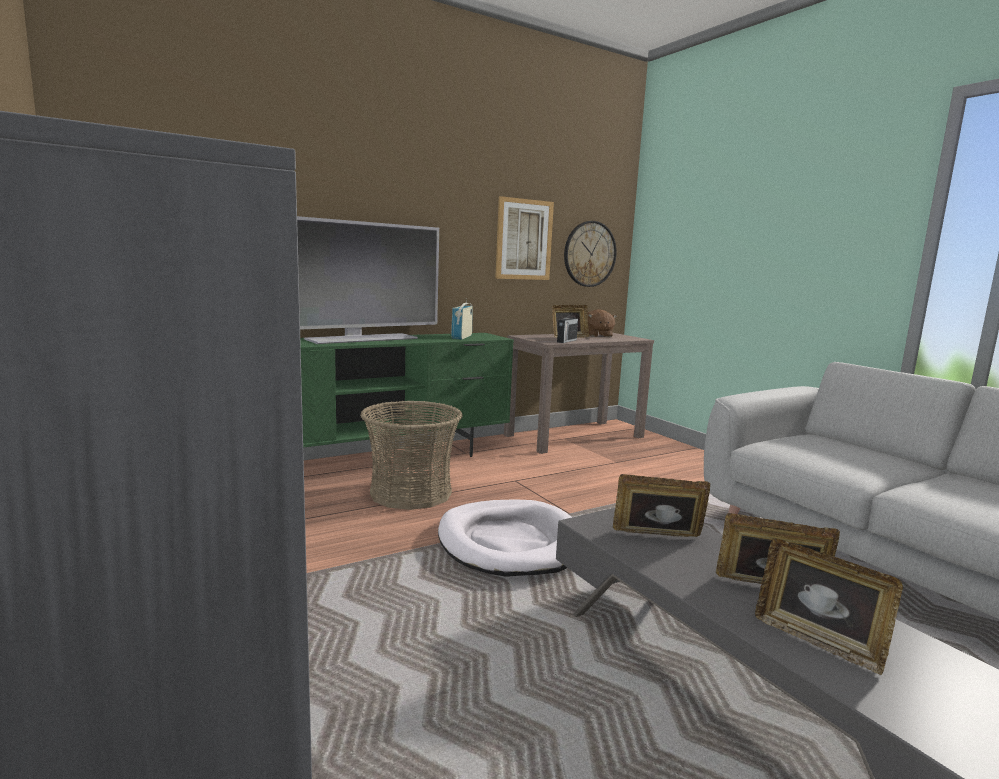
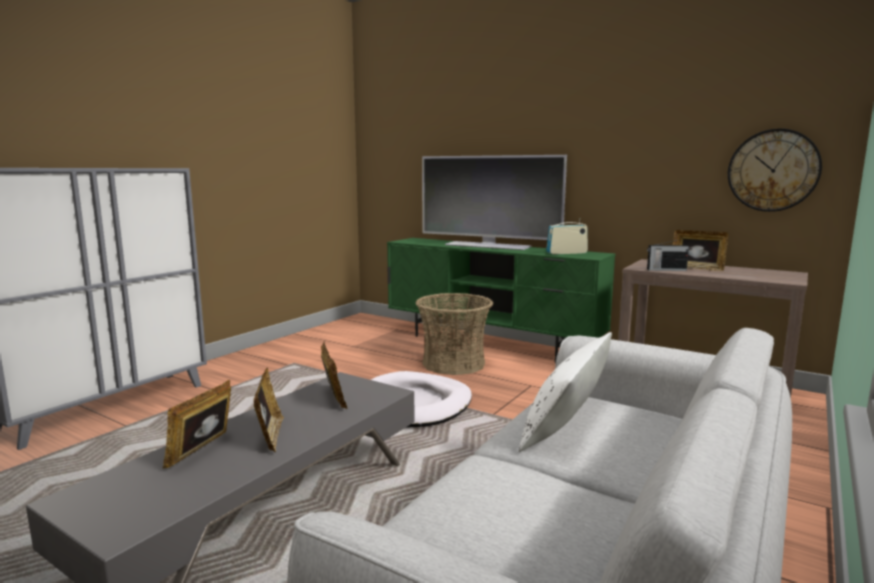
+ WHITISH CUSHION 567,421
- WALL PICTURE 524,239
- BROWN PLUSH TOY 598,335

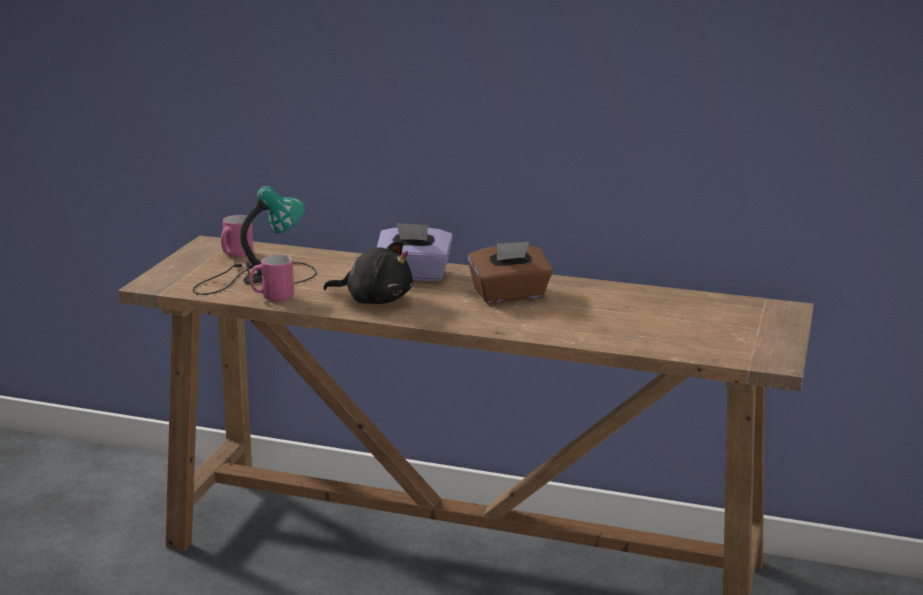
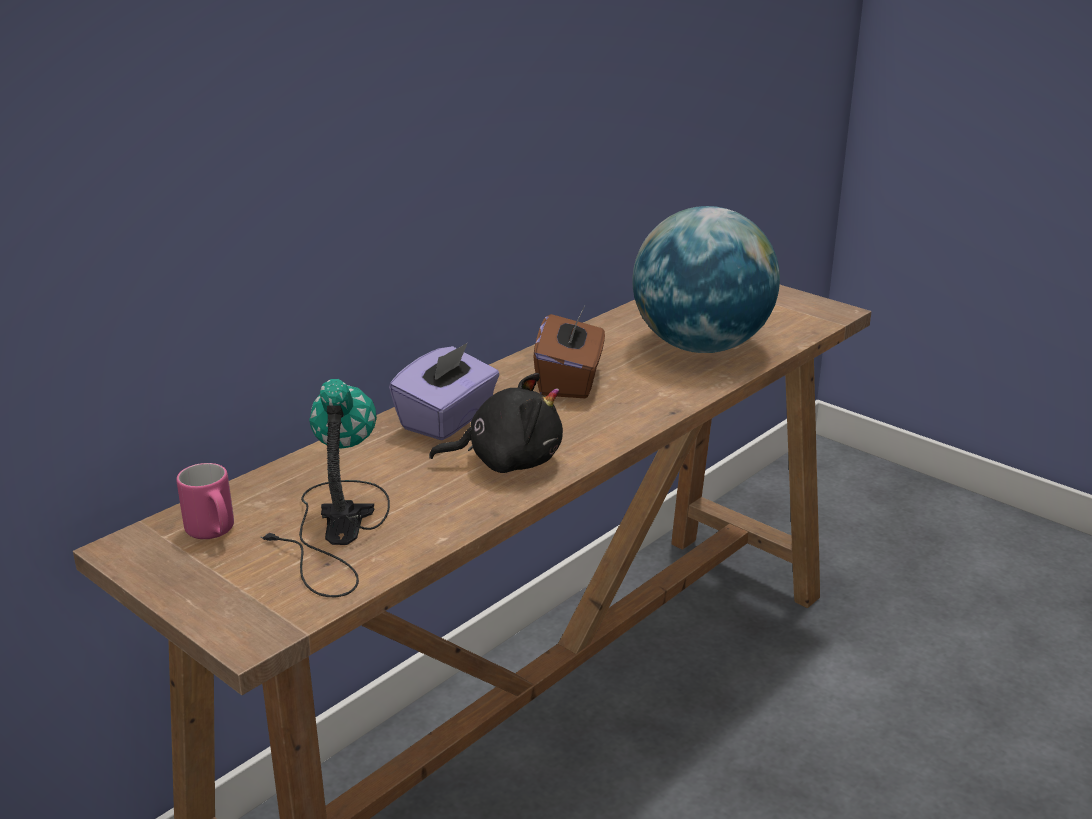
~ BLACKISH PLUSH TOY 375,300 = 507,461 45 degrees clockwise
+ GLOBE 701,346
- PINKISH MUG 272,297

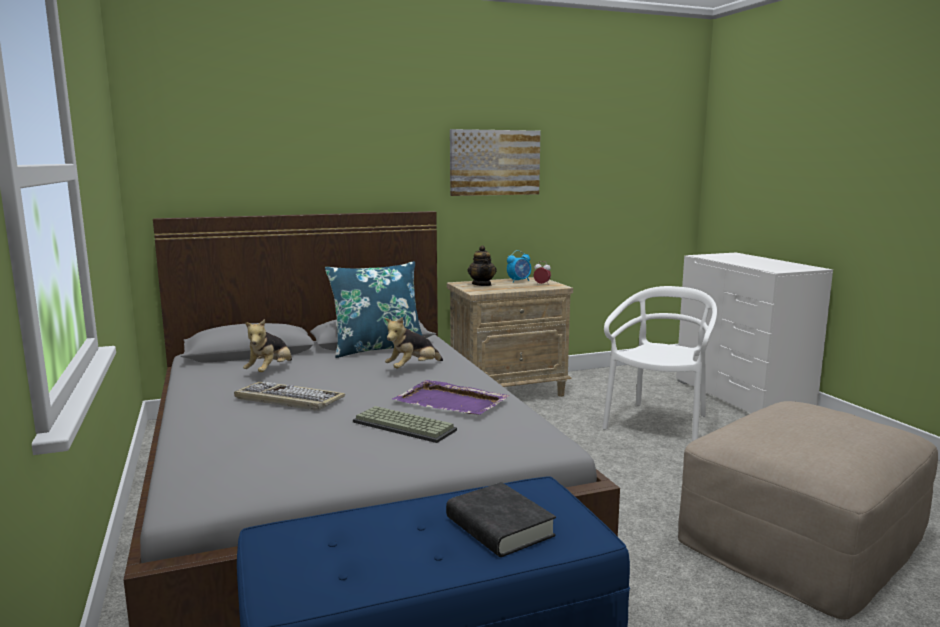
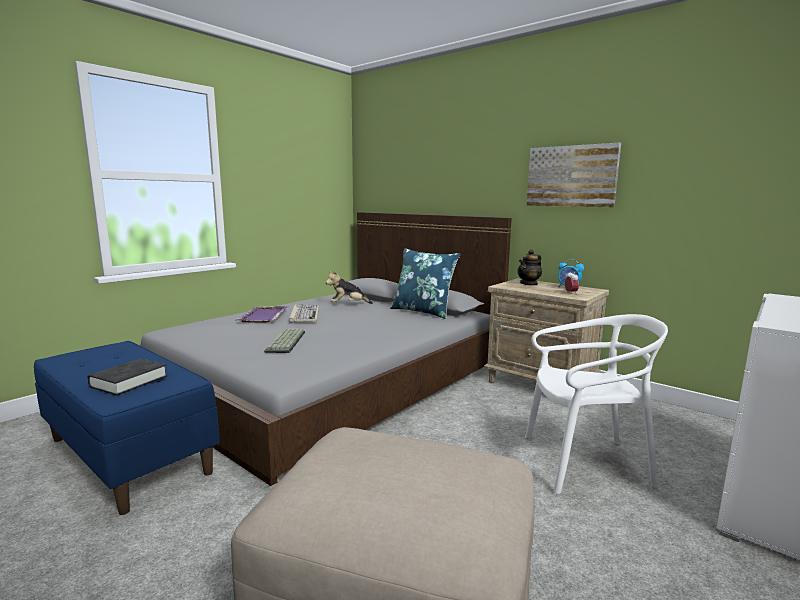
~ PURPLE SERVING TRAY 451,402 to 263,316
- PLUSH TOY 413,368

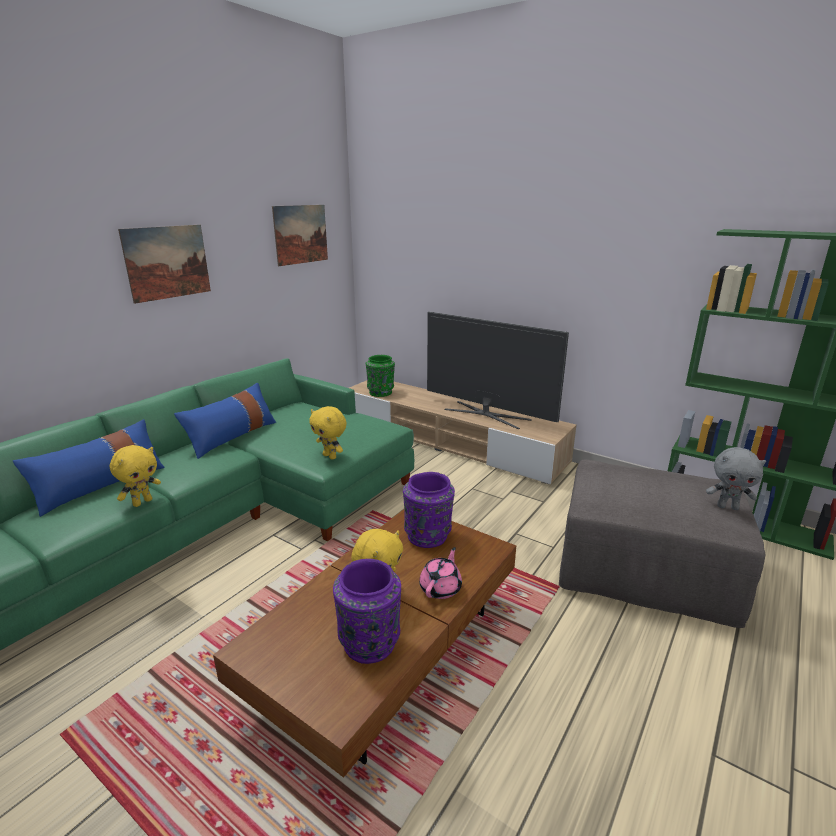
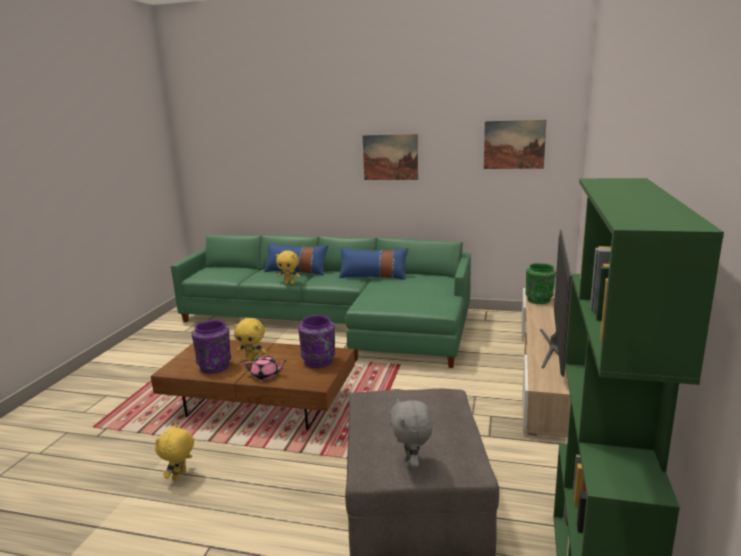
~ YELLOW PLUSH TOY 330,456 to 180,476

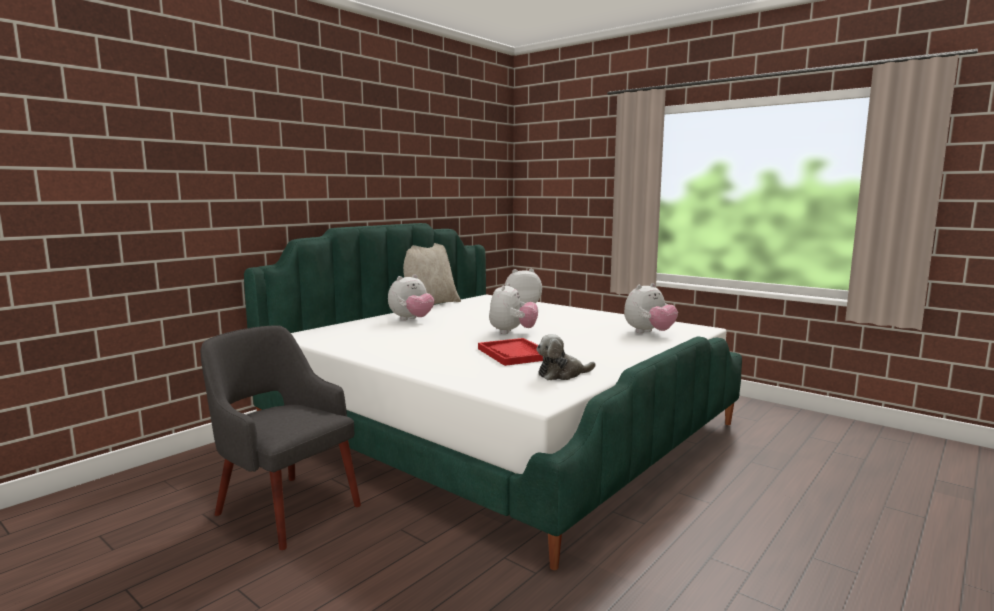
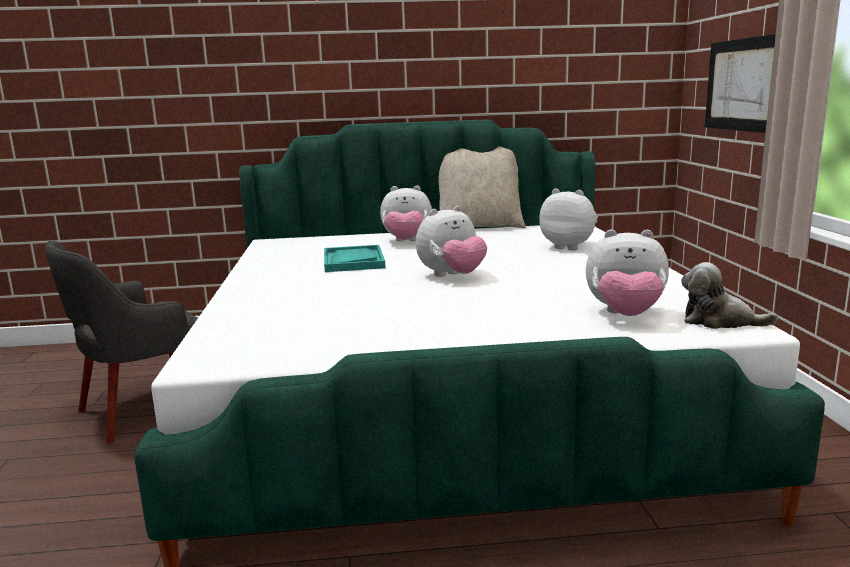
~ GRAY ARMCHAIR 286,509 = 145,409 120 degrees counterclockwise
+ TURQUOISE SERVING TRAY 353,261
~ PLUSH TOY 562,374 to 719,321
+ WALL PICTURE 742,85
- REDDISH SERVING TRAY 514,354

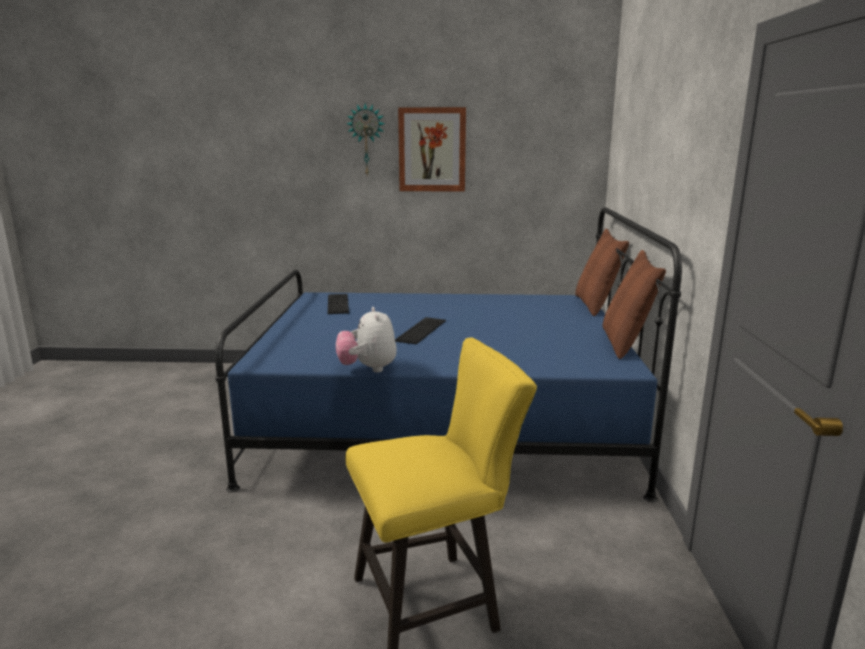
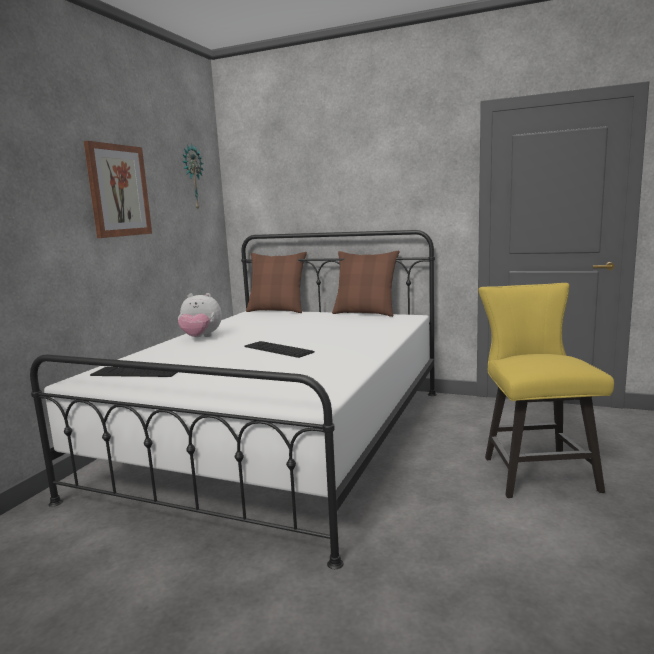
~ BLUE SLEEPING BED 442,422 to WHITISH SLEEPING BED 279,438
~ PLUSH TOY 368,369 to 201,337
~ CLOCK ON THE WALL 366,140 to 192,177

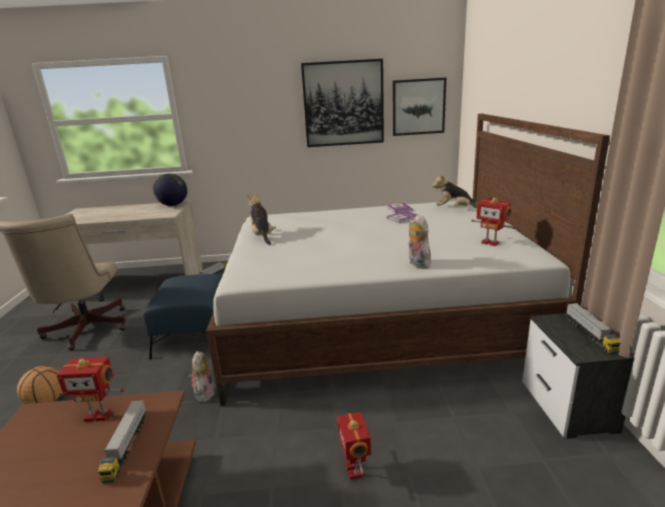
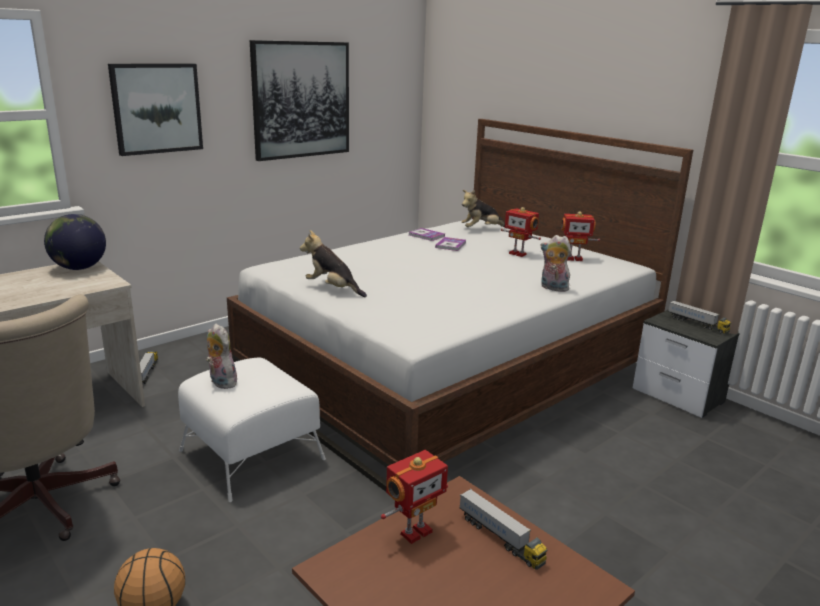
~ WALL PICTURE 418,107 to 156,108
~ BLUE FOOTREST 194,336 to WHITISH FOOTREST 252,455
~ PLUSH TOY 203,393 to 221,382
~ TOY ROBOT 355,470 to 518,254

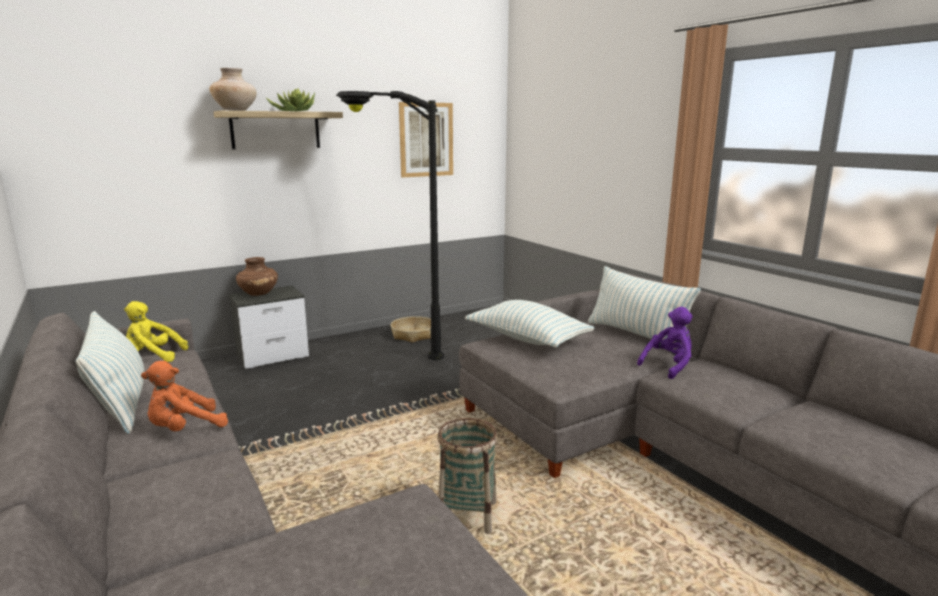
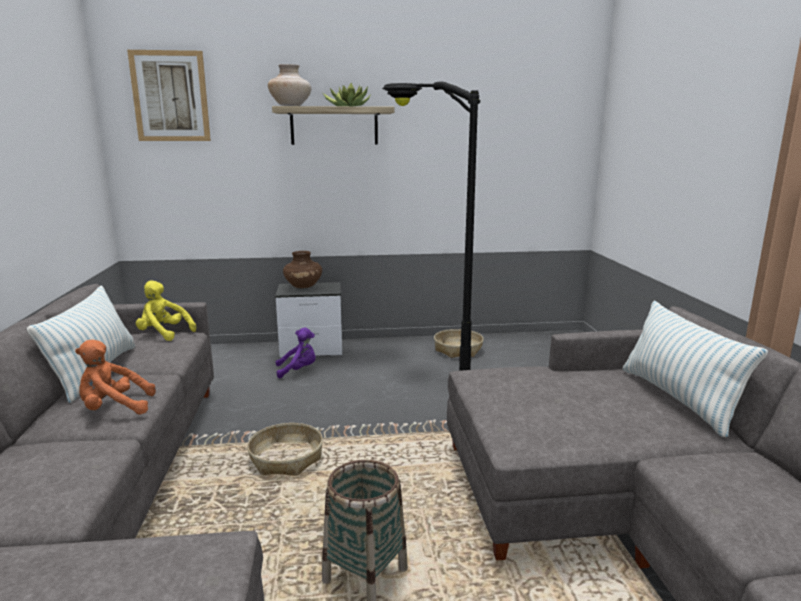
~ WALL PICTURE 426,139 to 170,96
+ BASKET 286,459
~ PURPLE PLUSH TOY 668,366 to 298,370
- CUSHION 527,339

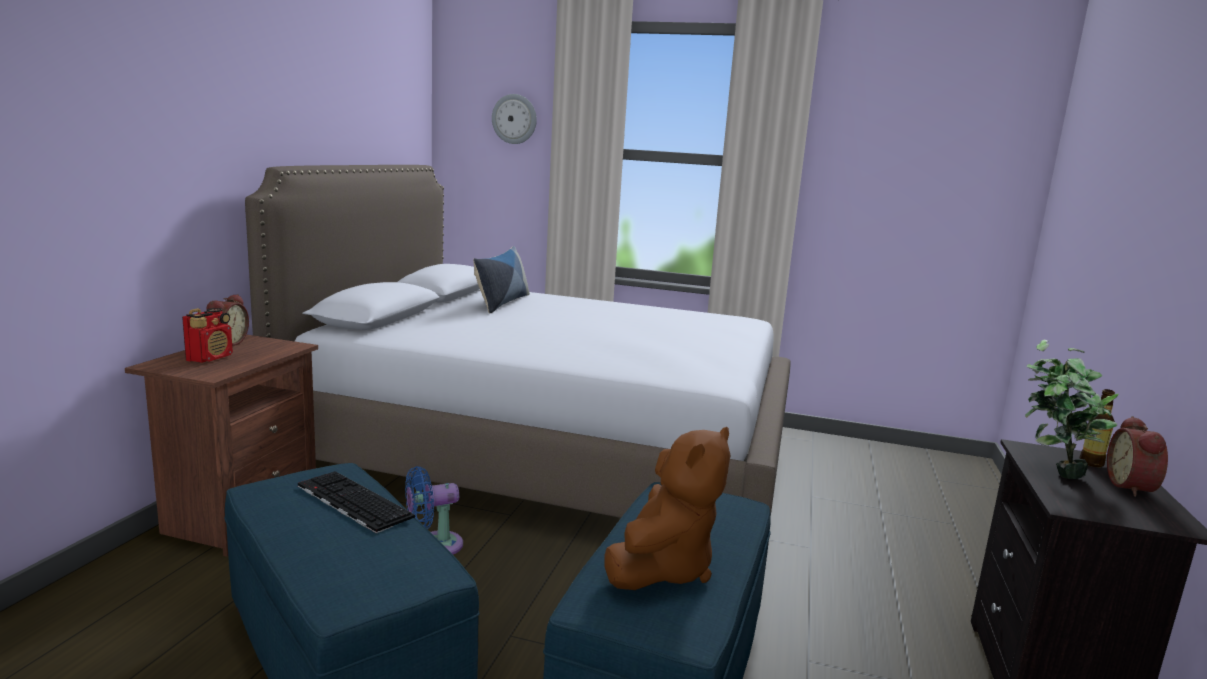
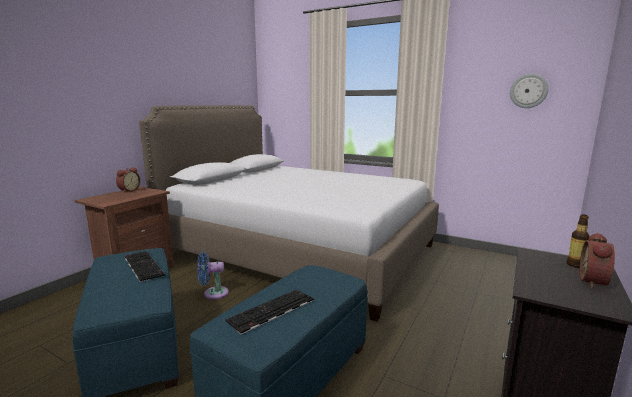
~ BROWN PLUSH TOY 663,568 to KEYBOARD 271,311
~ CLOCK ON THE WALL 514,119 to 528,91
- RADIO 210,358
- CUSHION 502,302
- POTTED PLANT 1050,473

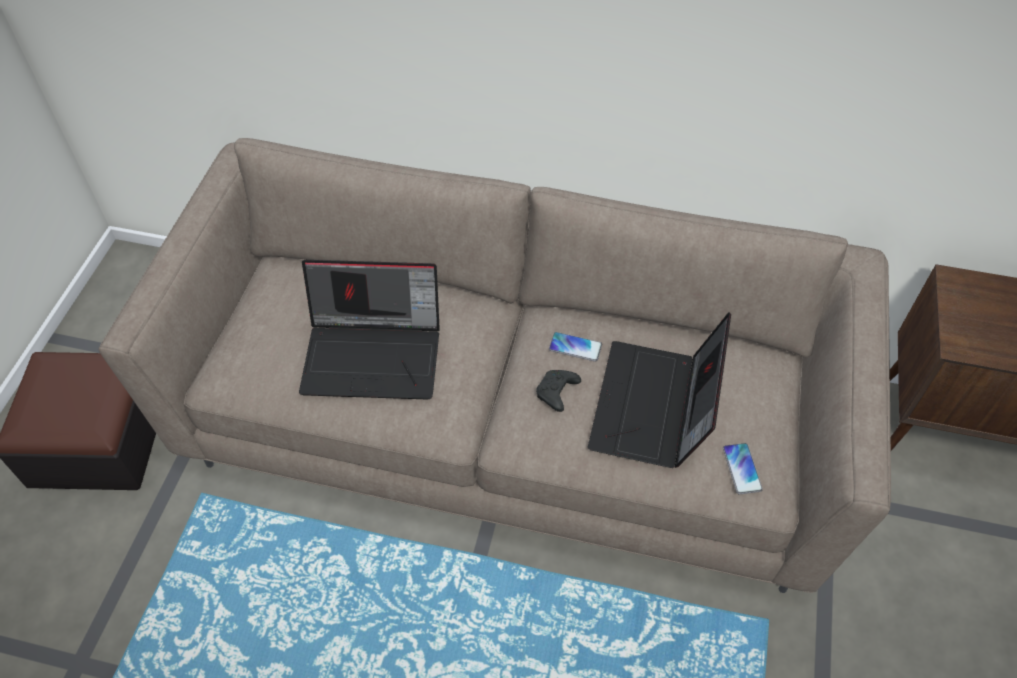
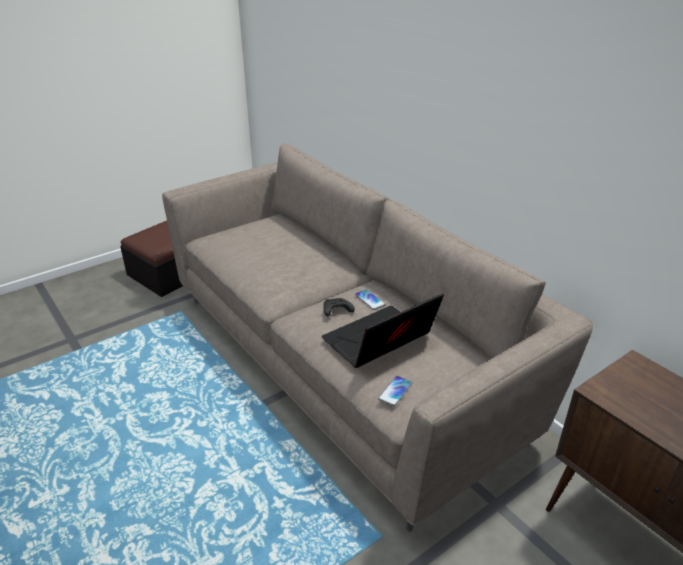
- PORTABLE COMPUTER 375,354

